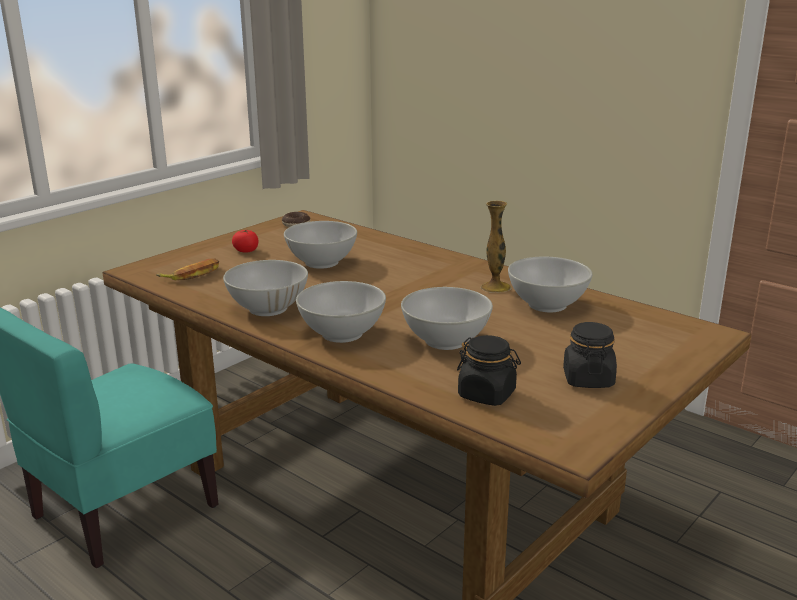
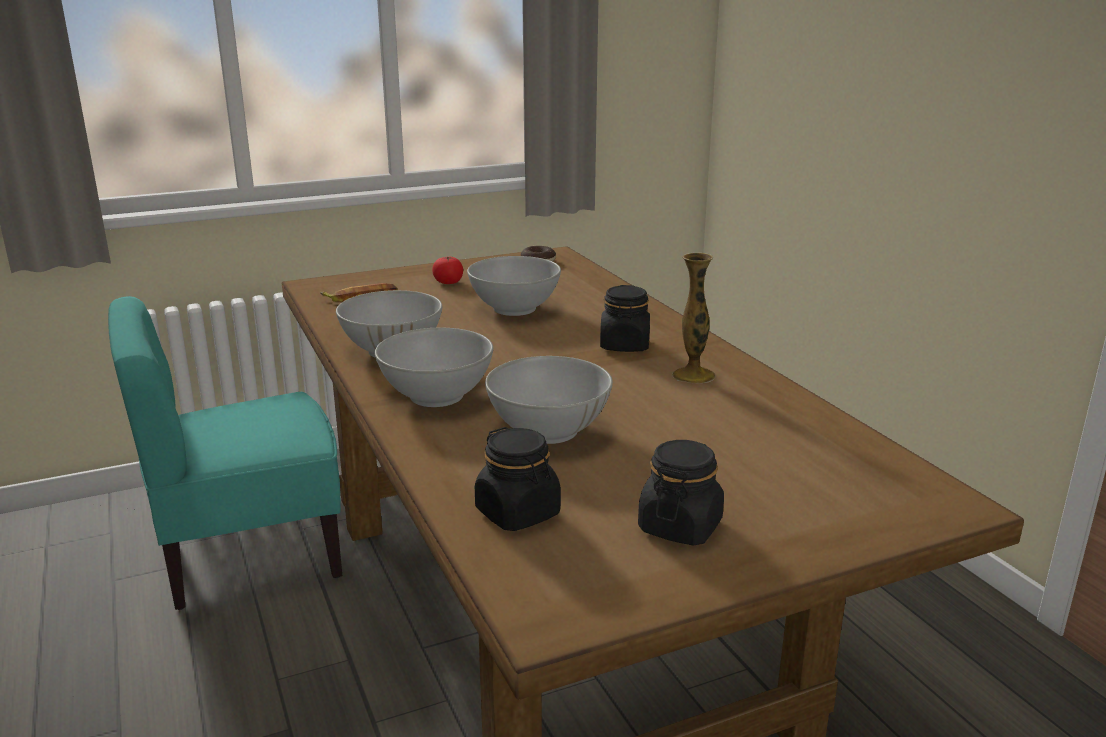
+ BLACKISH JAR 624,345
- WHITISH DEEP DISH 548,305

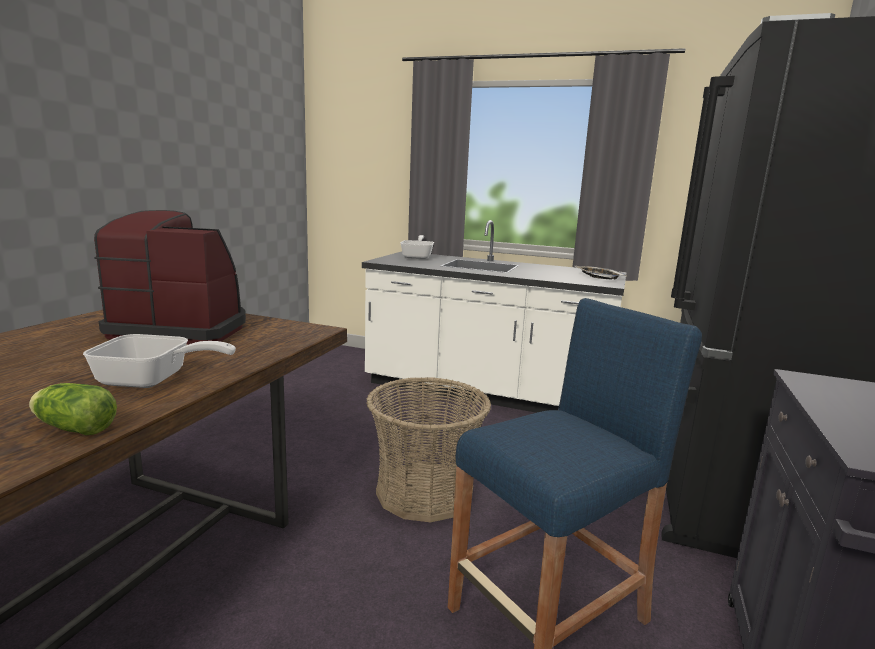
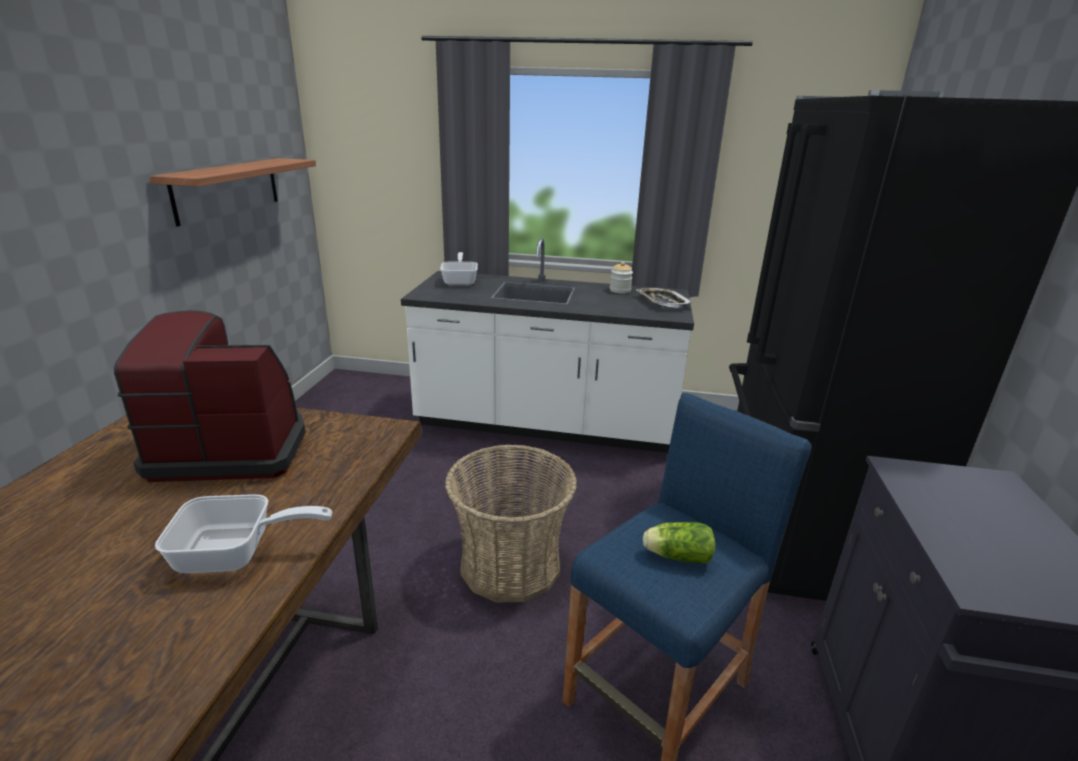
+ SHELF 227,189
+ JAR 620,290
~ LETTUCE 72,427 to 675,556

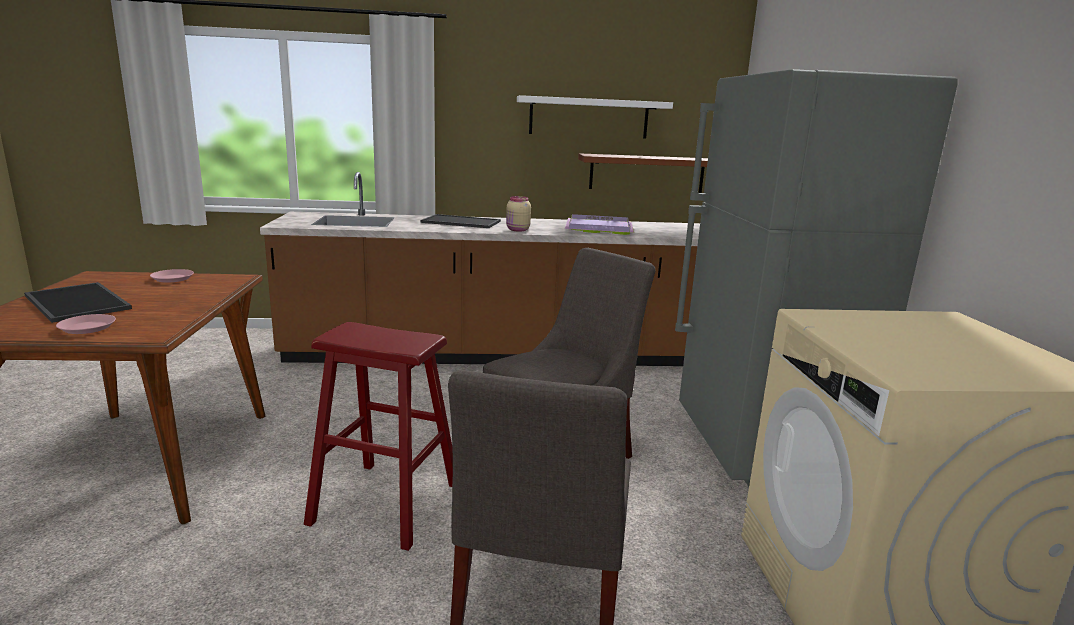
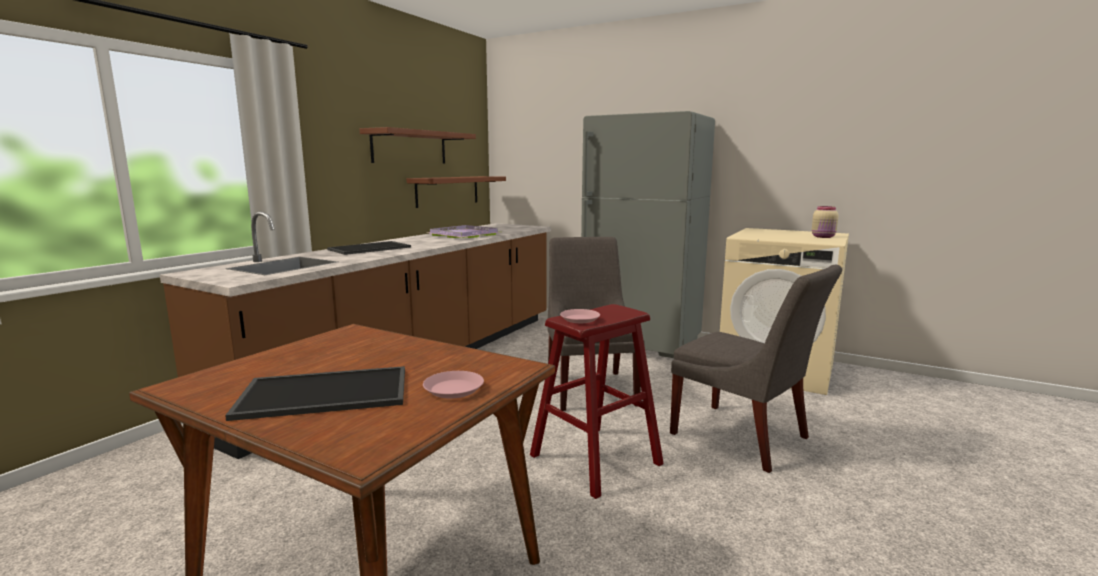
~ WHITISH SHELF 588,117 to BROWN SHELF 409,147
~ PINKISH DINNER PLATE 173,278 to 580,319
~ BEIGE-COLOURED JAR 517,230 to 823,237

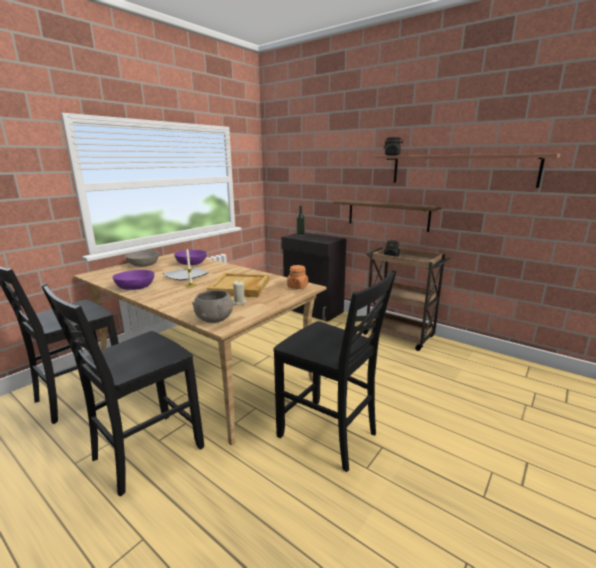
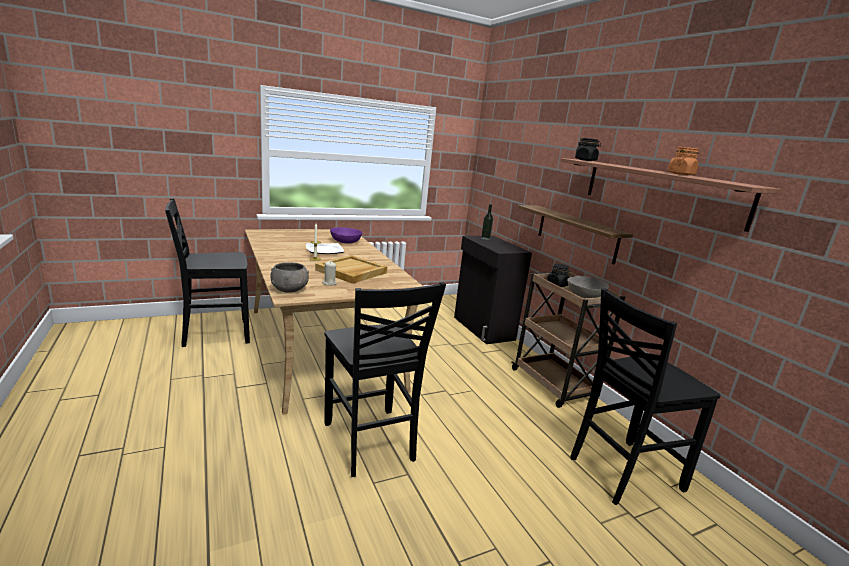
~ GRAY DEEP DISH 143,264 to 585,295
~ BLACKISH PLAIN CHAIR 145,453 to 622,472
~ ORANGE-COLOURED JAR 297,286 to 680,174
- PURPLE DEEP DISH 135,287

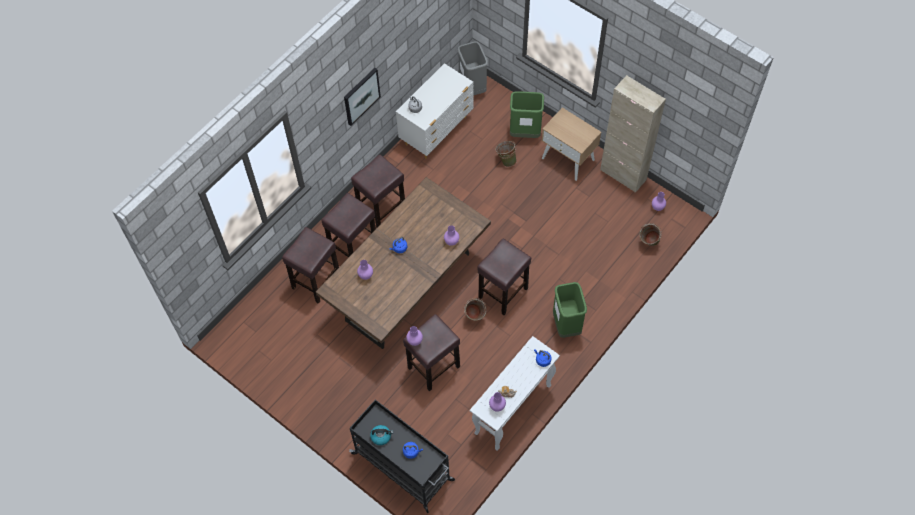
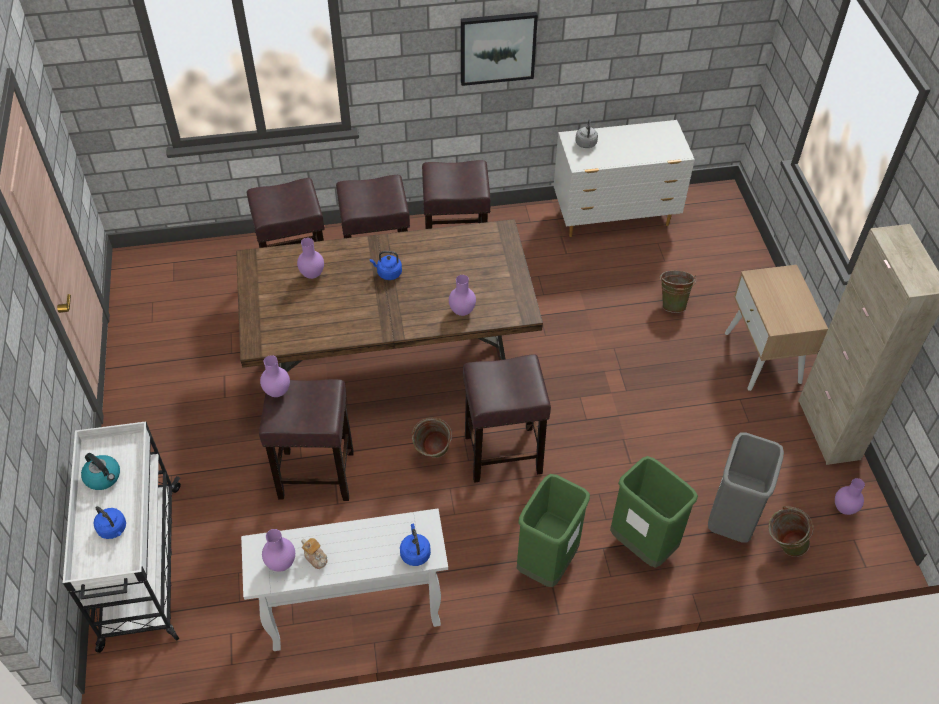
~ BLACKISH CART 403,467 to WHITISH CART 141,567
~ GREENISH TRASH CAN 525,133 to 643,544
~ GRAY TRASH CAN 472,88 to 731,521

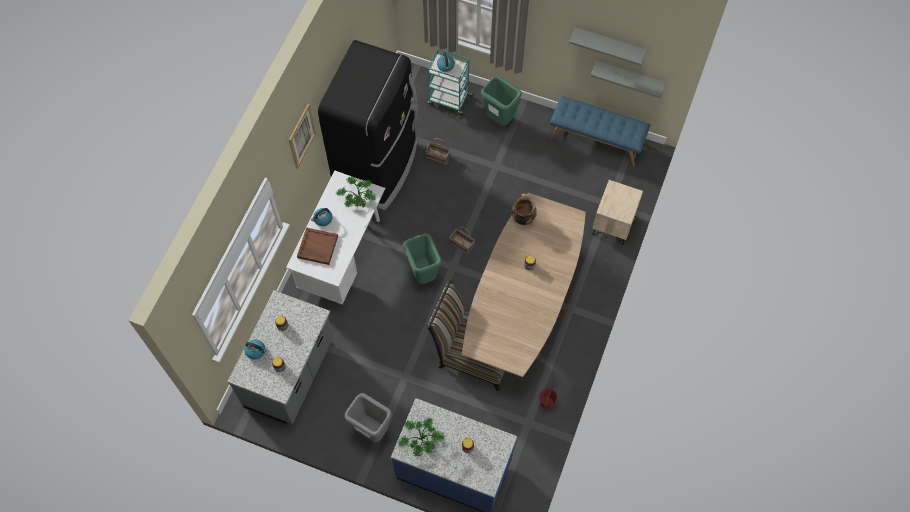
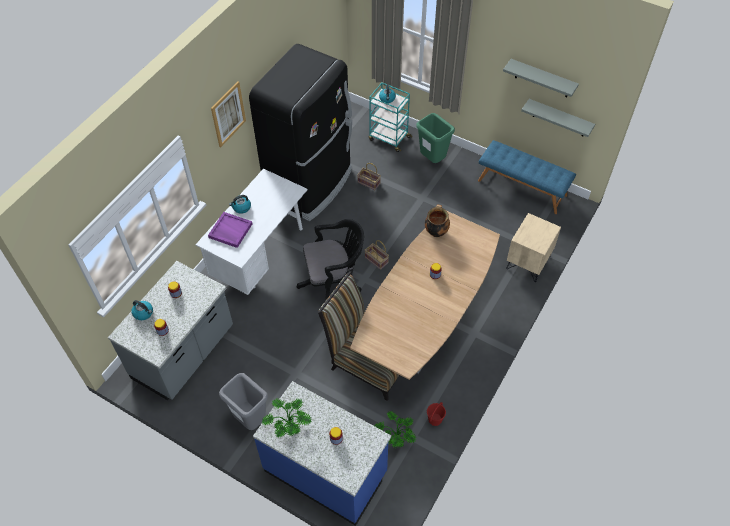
~ BROWN SERVING TRAY 317,247 to PURPLE SERVING TRAY 230,231
~ GREENISH TRASH CAN 423,275 to BLACKISH DESK CHAIR 334,283
~ POTTED PLANT 358,200 to 395,437

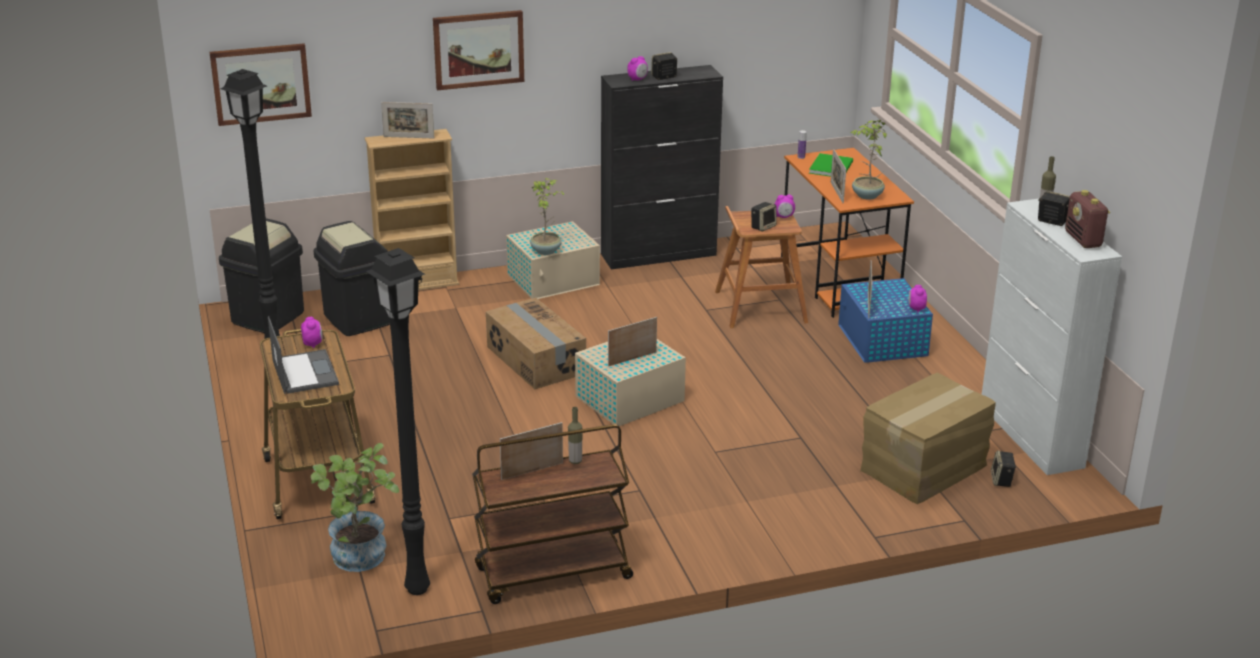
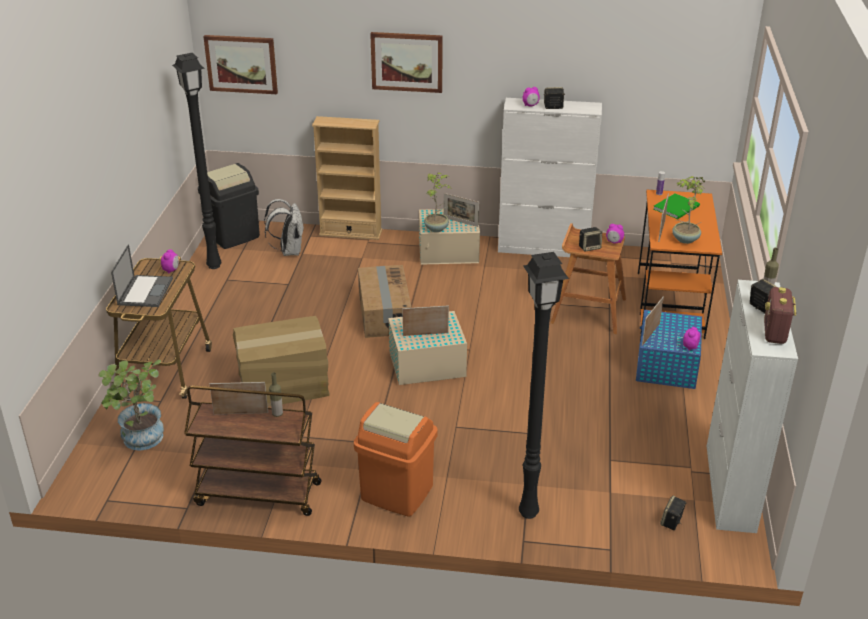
~ PACKING BOX 924,468 to 283,385
~ BLACKISH TRASH CAN 357,319 to WHITISH RUCKSACK 289,251
+ ORANGE-COLOURED TRASH CAN 396,493
~ PHOTO FRAME 408,137 to 460,222
~ BLACKISH CUPBOARD 659,255 to WHITISH CUPBOARD 544,248
~ BLACKISH STANDING LAMP 417,590 to 527,514

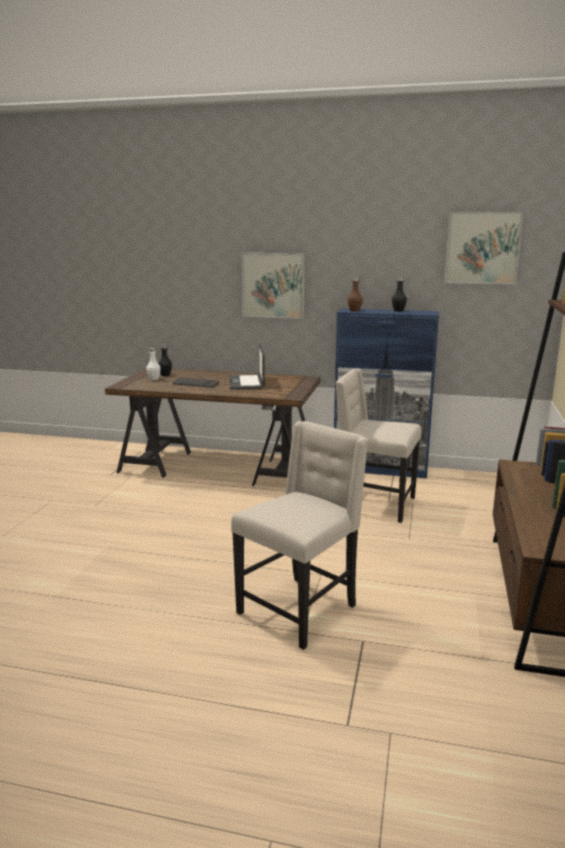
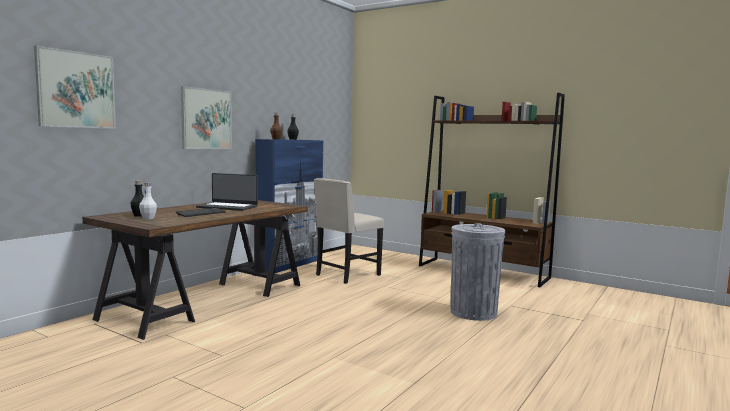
~ WALL PICTURE 482,248 to 76,90
~ BEIGE-COLOURED PLAIN CHAIR 299,609 to GRAY TRASH CAN 473,312

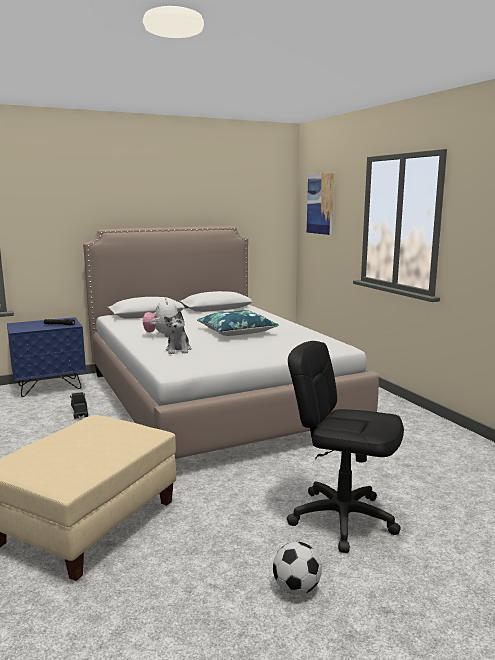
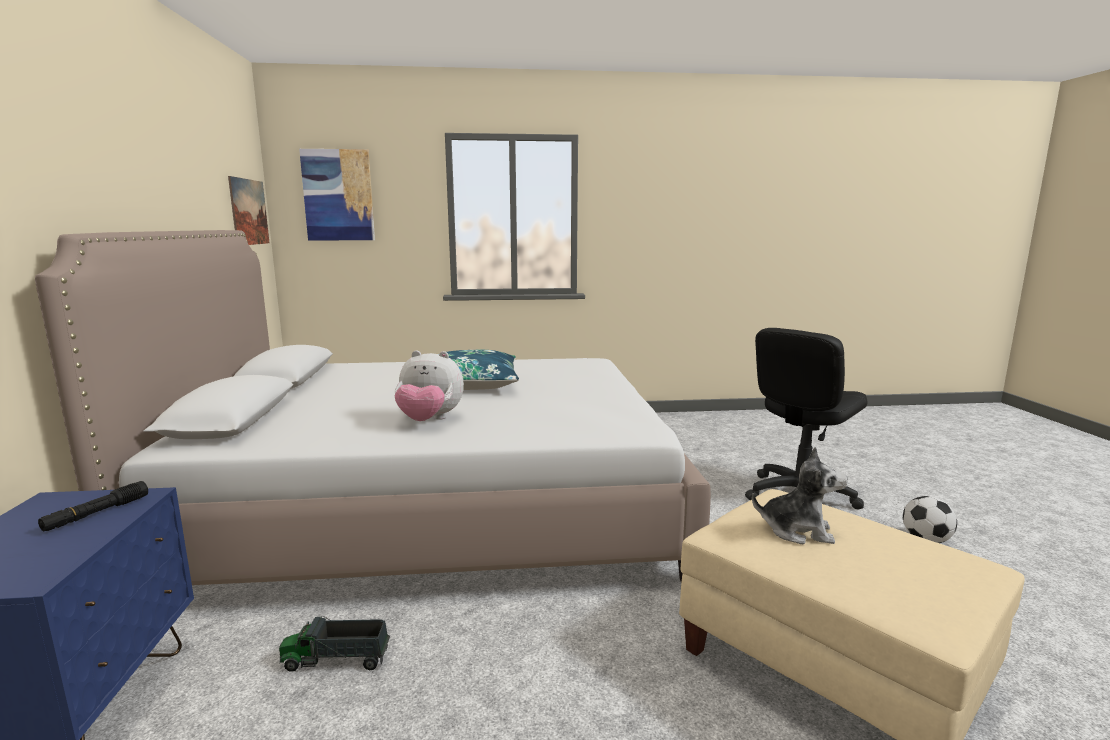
+ WALL PICTURE 249,212
~ PLUSH TOY 178,350 to 797,530

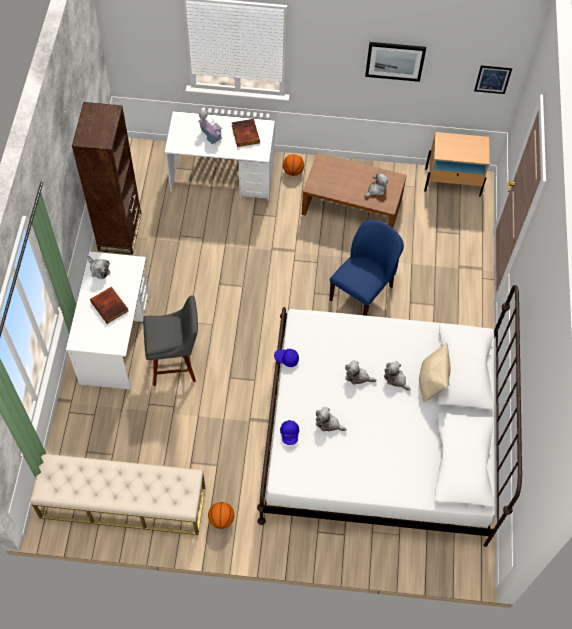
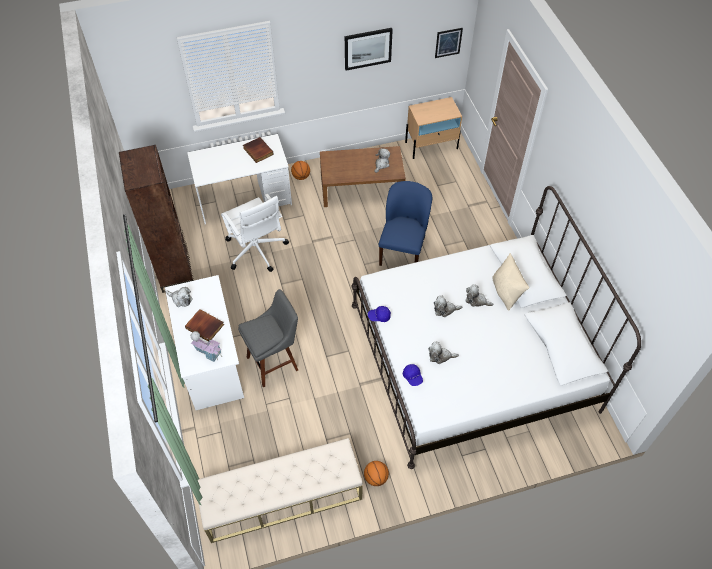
~ TOY HOUSE 210,135 to 208,352
+ WHITISH DESK CHAIR 256,251

